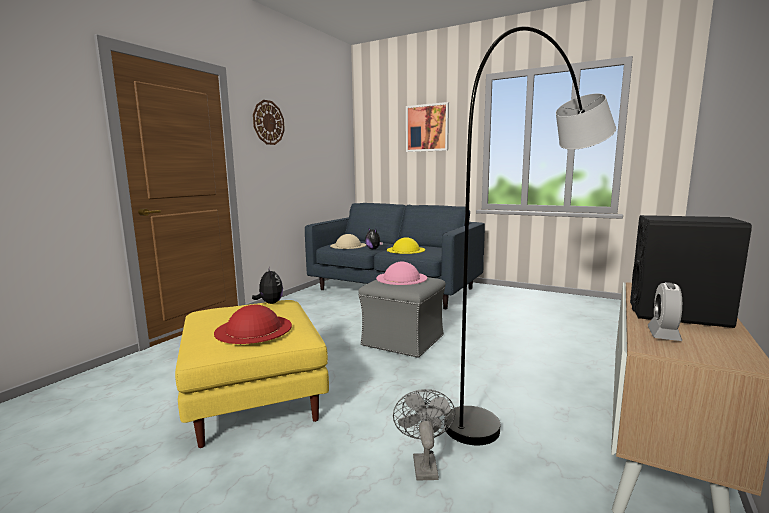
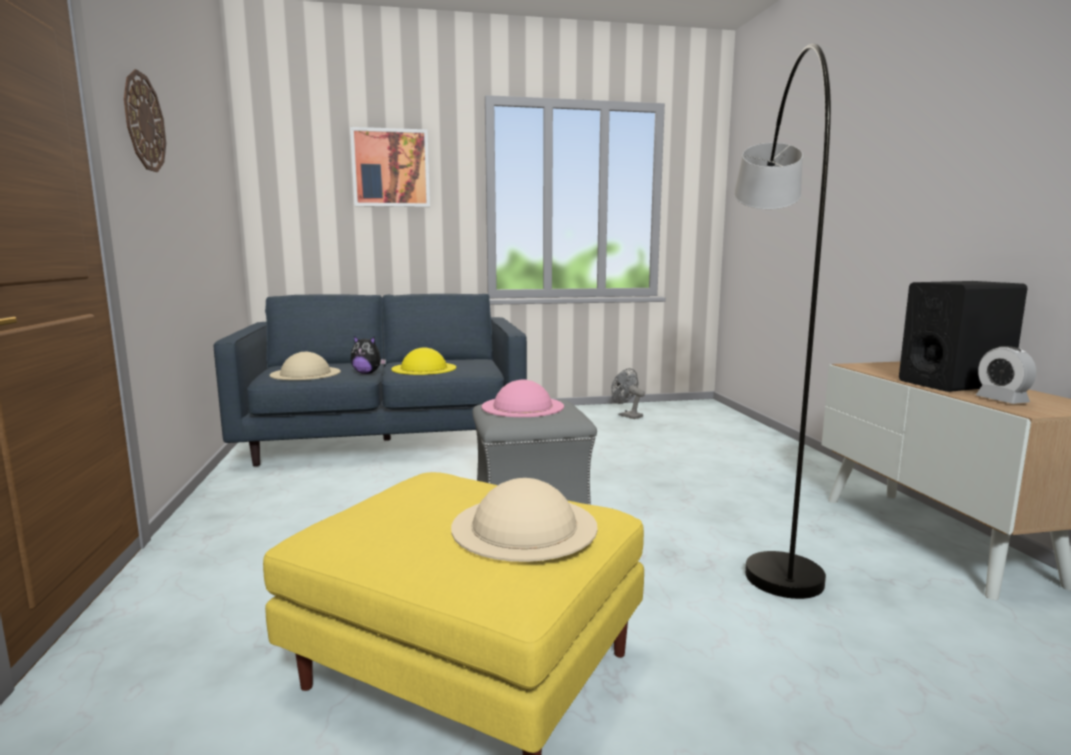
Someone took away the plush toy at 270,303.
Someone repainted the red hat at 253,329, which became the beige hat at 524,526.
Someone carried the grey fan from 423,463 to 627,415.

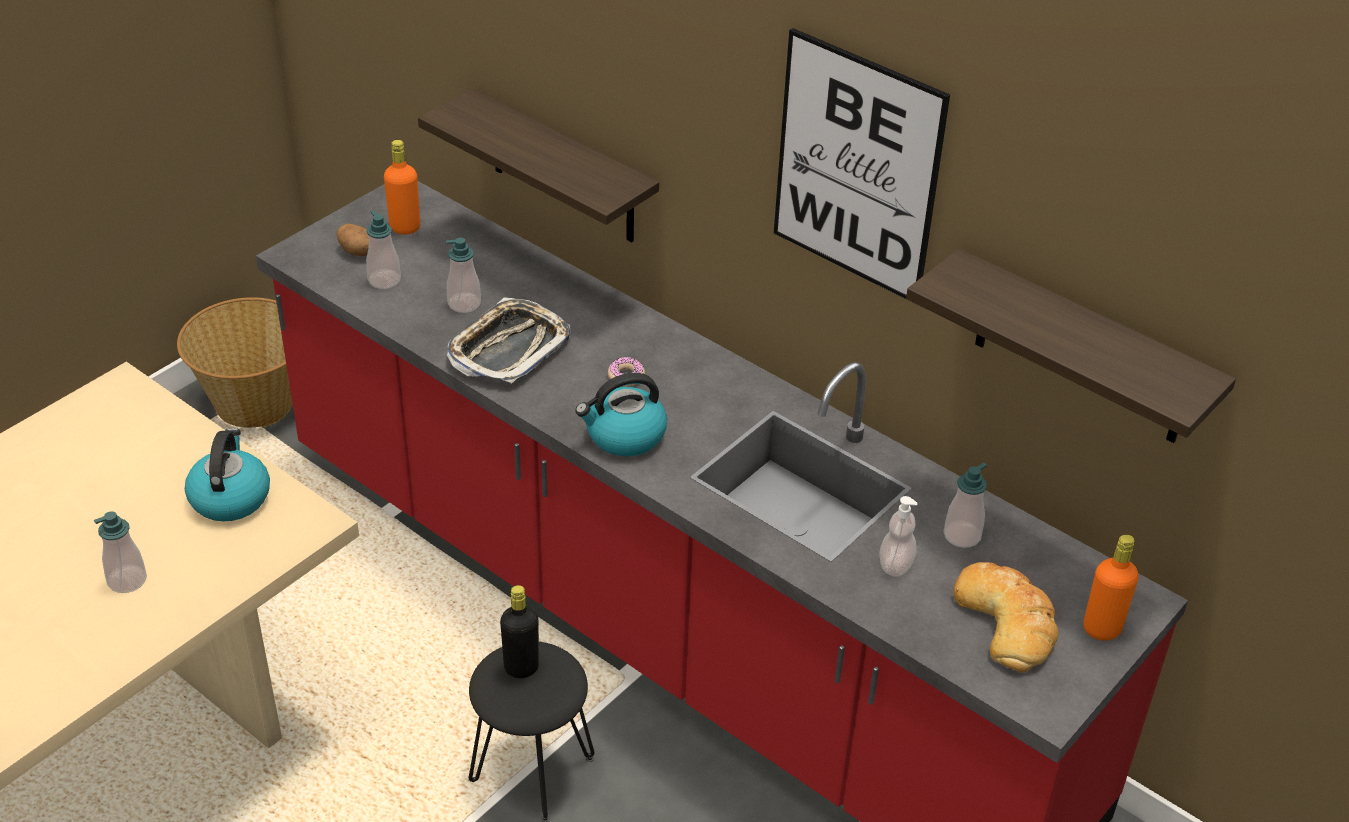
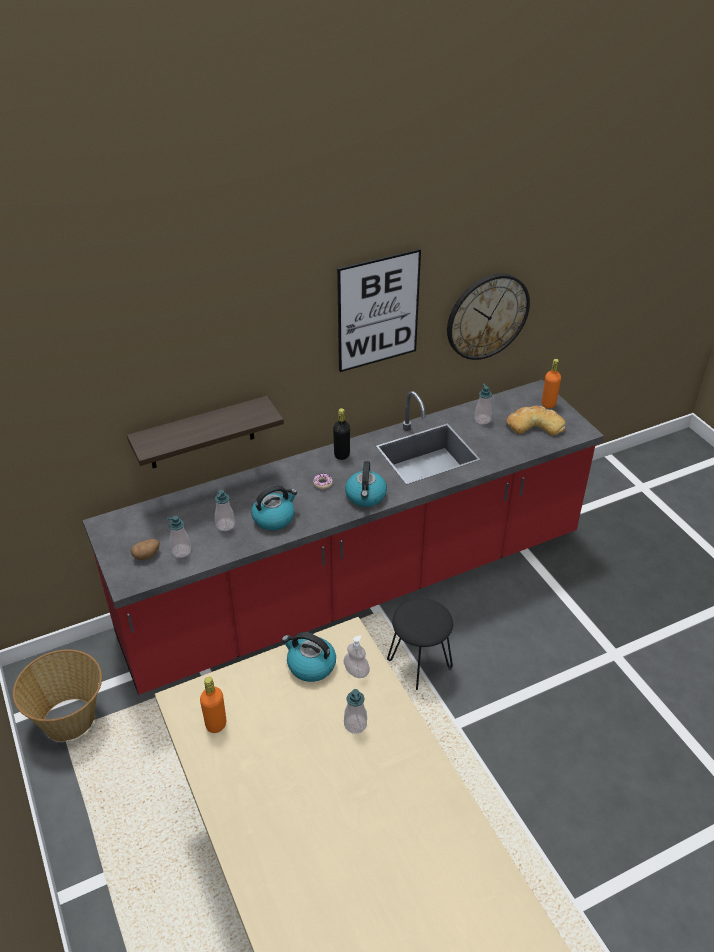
Someone carried the orange bottle from 405,227 to 216,724.
Someone swapped the shelf at 1082,350 for the wall clock at 487,316.
Someone swapped the tray at 508,348 for the kettle at 274,518.
Someone carried the soap dispenser from 895,565 to 356,671.
Someone carried the black bottle from 521,667 to 342,455.

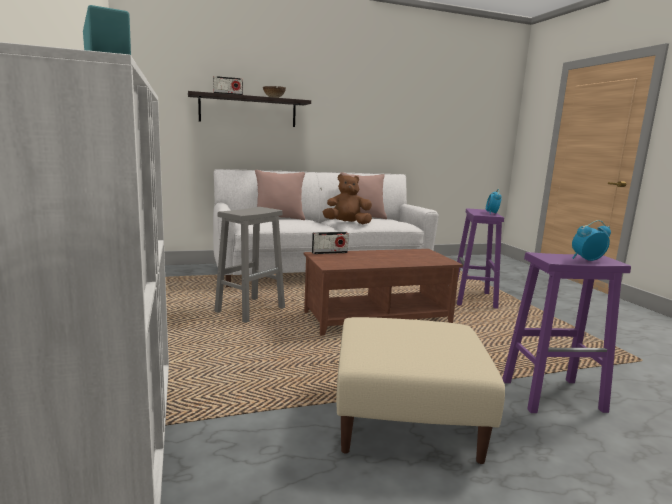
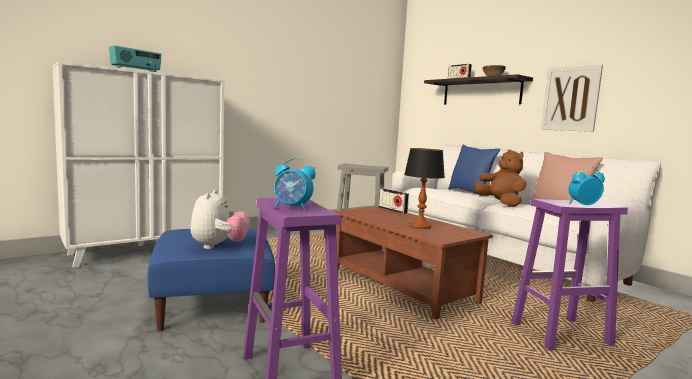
Someone repainted the pink pillow at 279,218, which became the blue pillow at 470,192.
Someone rotated the alarm clock at 586,260 by 135 degrees clockwise.
Someone repainted the beige ottoman at 405,420, which became the blue ottoman at 212,304.
Someone put up the picture at 570,99.
Someone put down the table lamp at 420,226.
Someone put down the plush toy at 218,246.

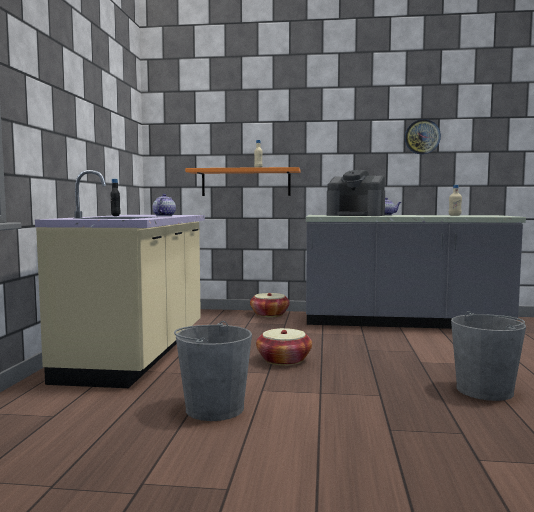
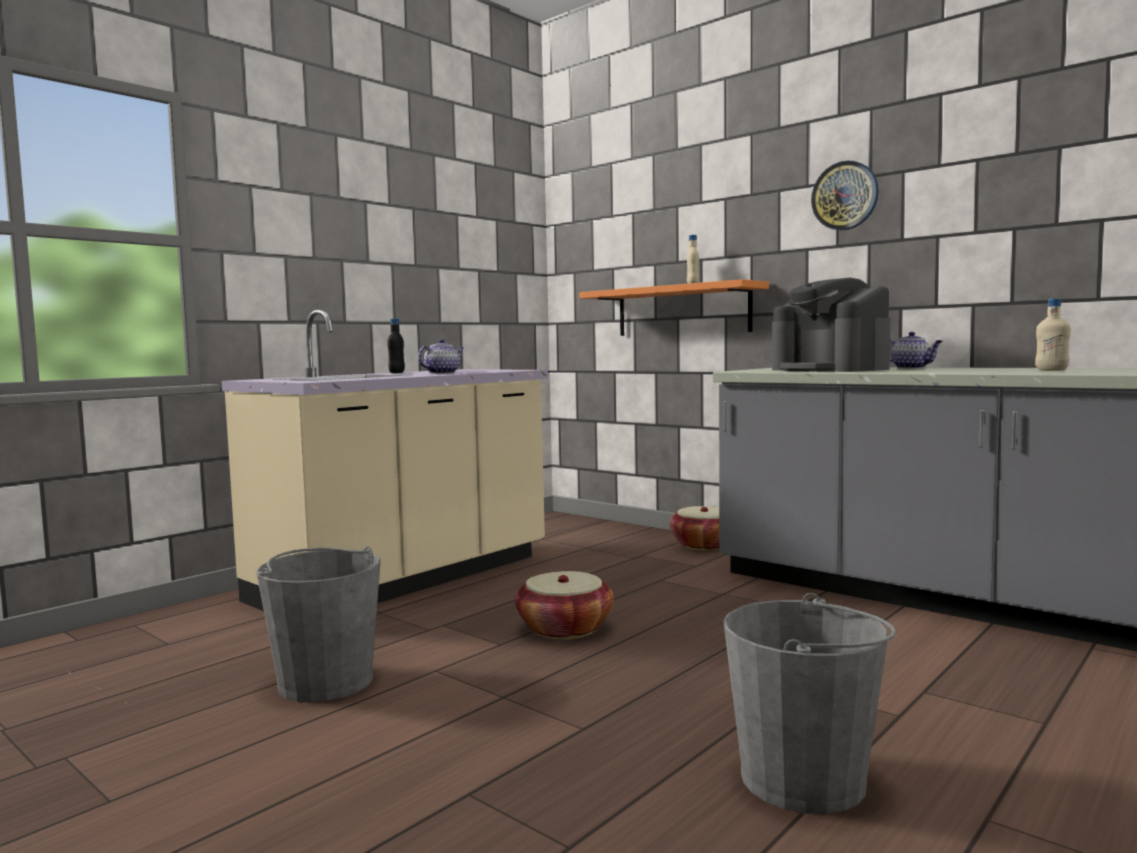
Someone carried the wall clock from 422,137 to 845,196.

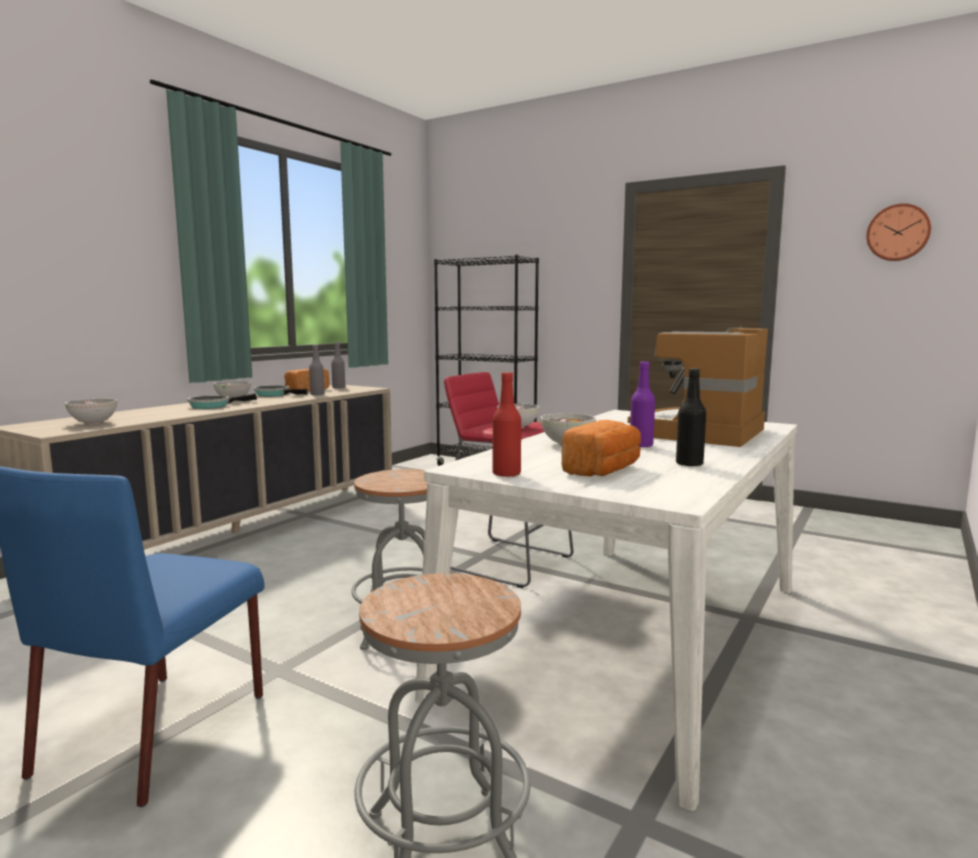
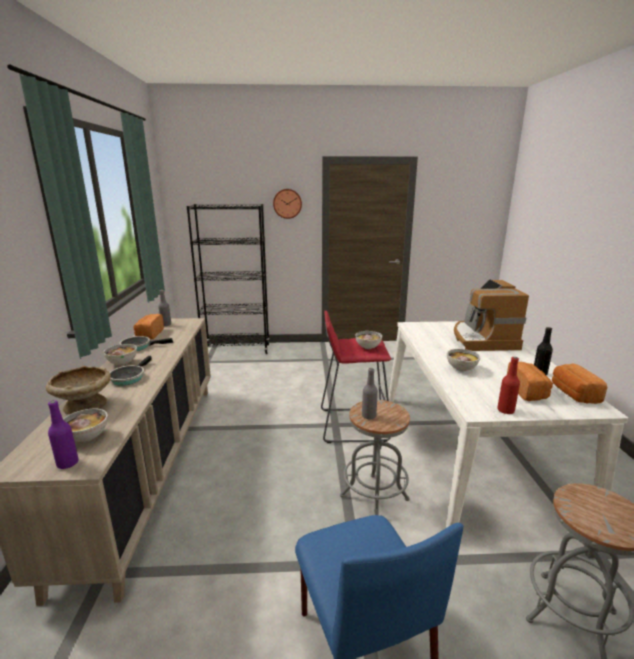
Someone carried the wall clock from 898,232 to 287,203.
Someone carried the grey bottle from 317,394 to 369,416.
Someone carried the purple bottle from 641,445 to 67,463.
Someone put down the bread at 573,394.
Someone put down the beige bowl at 84,406.

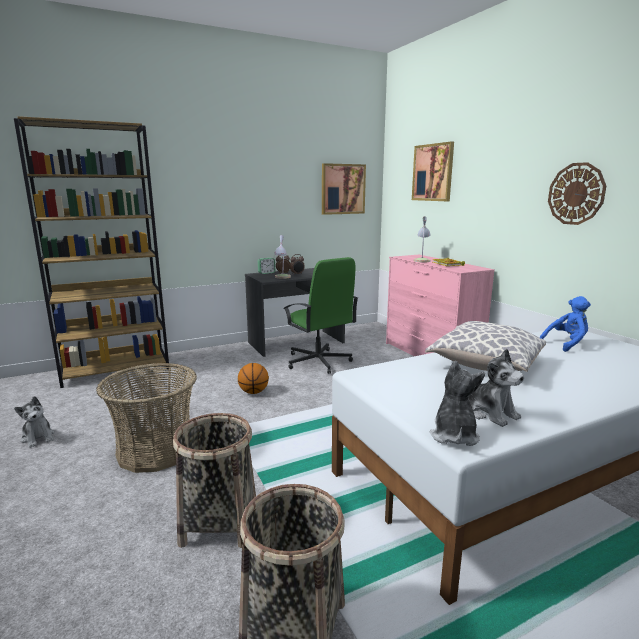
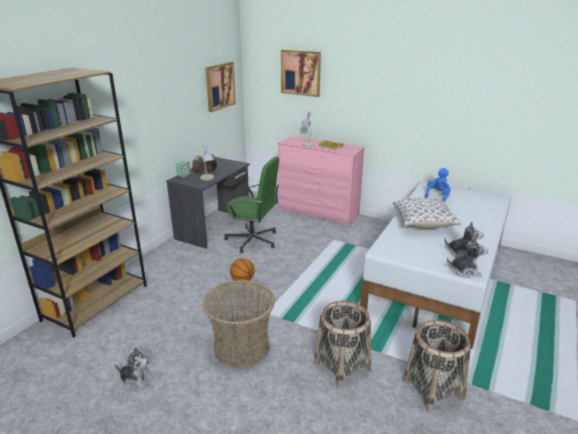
Someone took away the wall clock at 576,194.
Someone rotated the plush toy at 453,435 by 120 degrees clockwise.

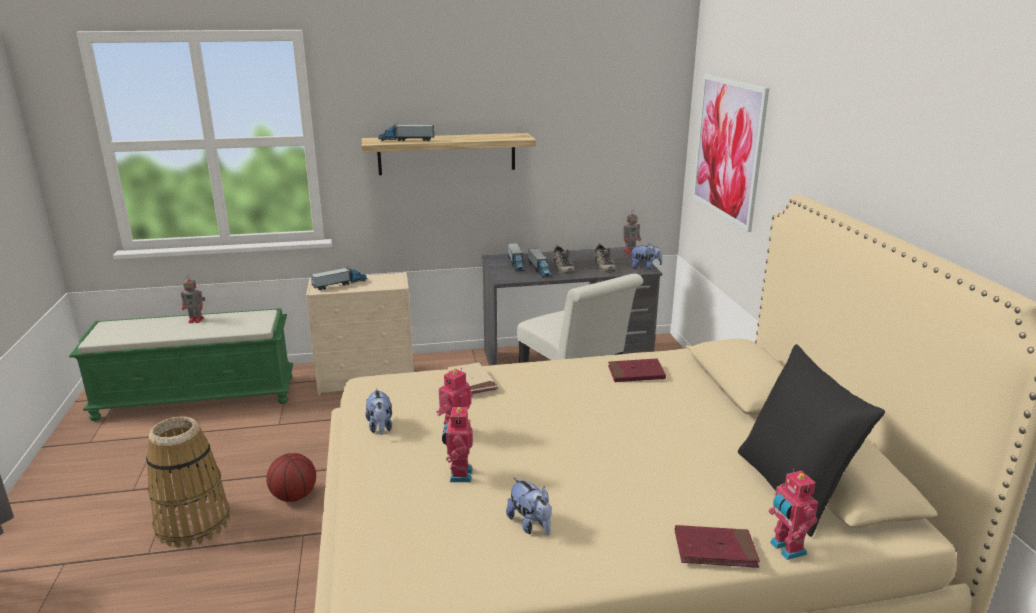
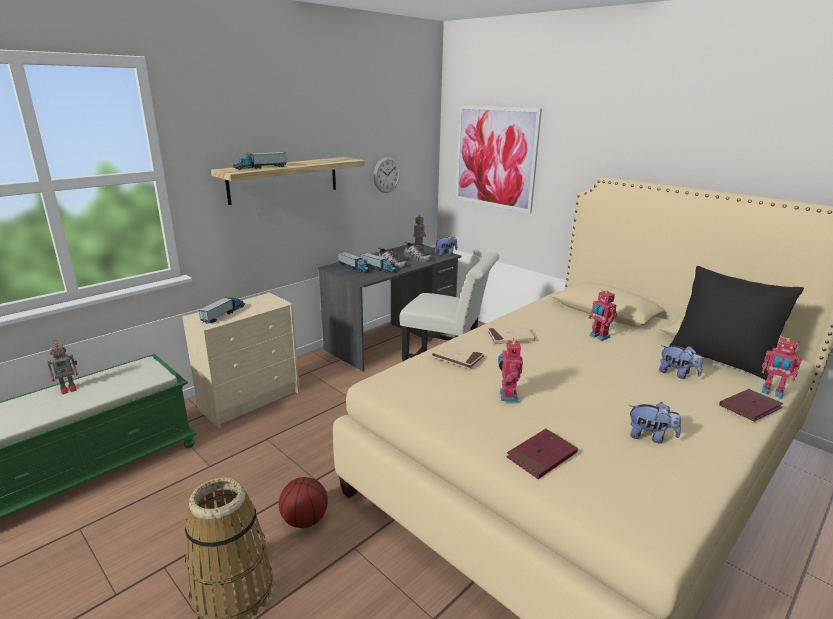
Someone carried the red book from 636,373 to 541,456.
Someone carried the plush toy from 380,427 to 677,374.
Someone carried the toy robot from 459,475 to 598,337.
Someone put up the wall clock at 386,174.
Someone put down the beige book at 510,337.

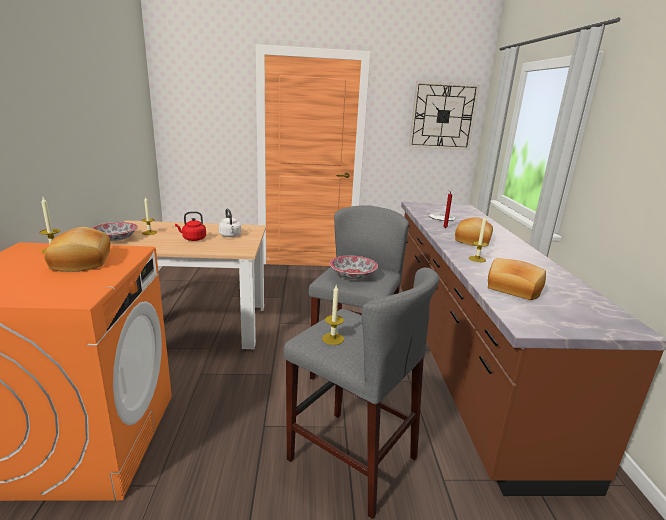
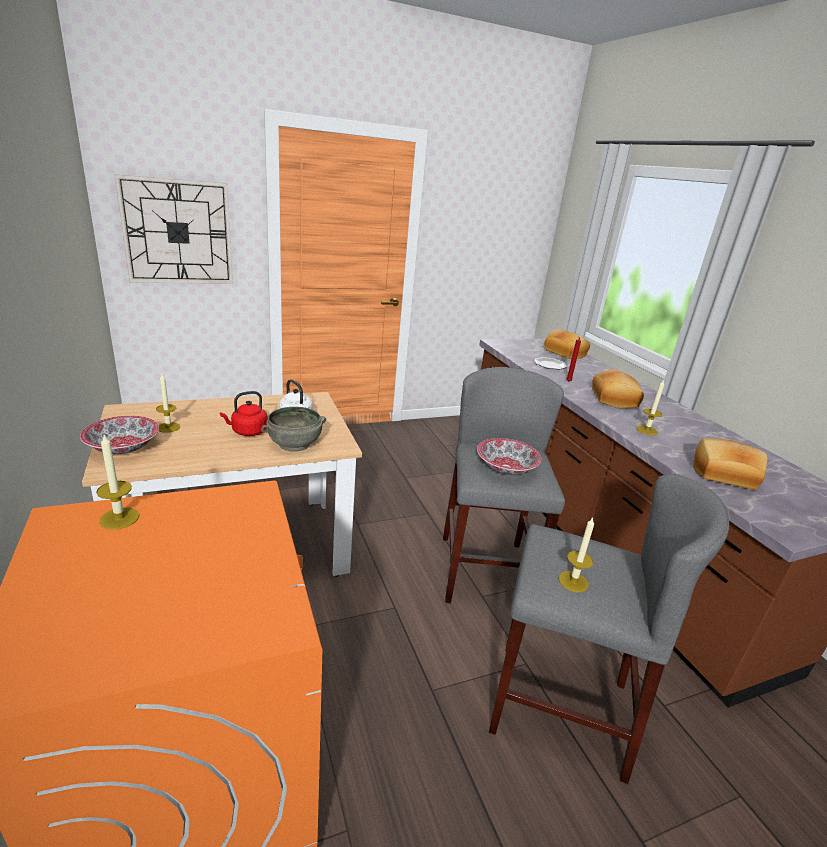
Someone carried the wall clock from 442,116 to 178,232.
Someone carried the bread from 83,261 to 565,353.
Someone put down the grey bowl at 294,444.

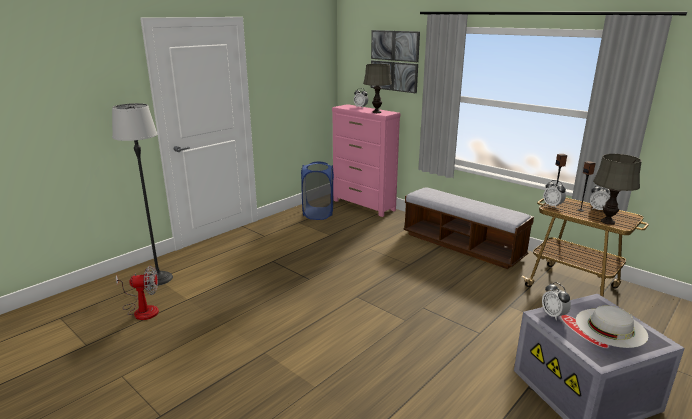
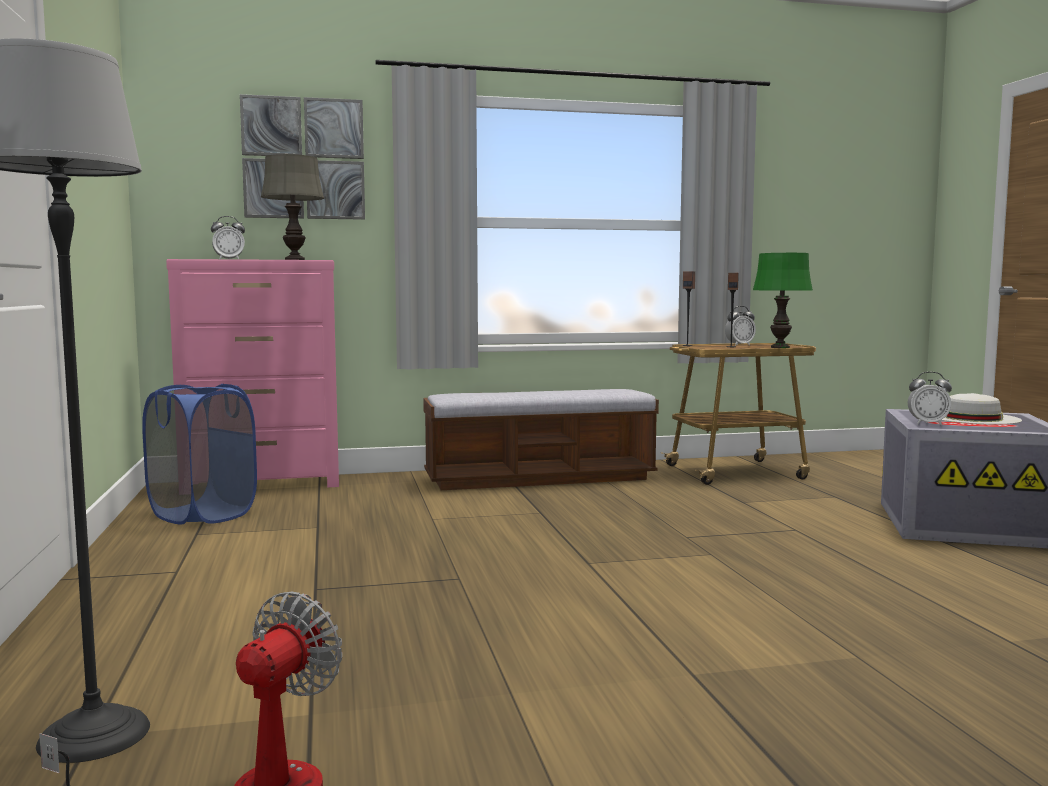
Someone repainted the grey table lamp at 607,222, which became the green table lamp at 780,347.
Someone took away the alarm clock at 552,205.

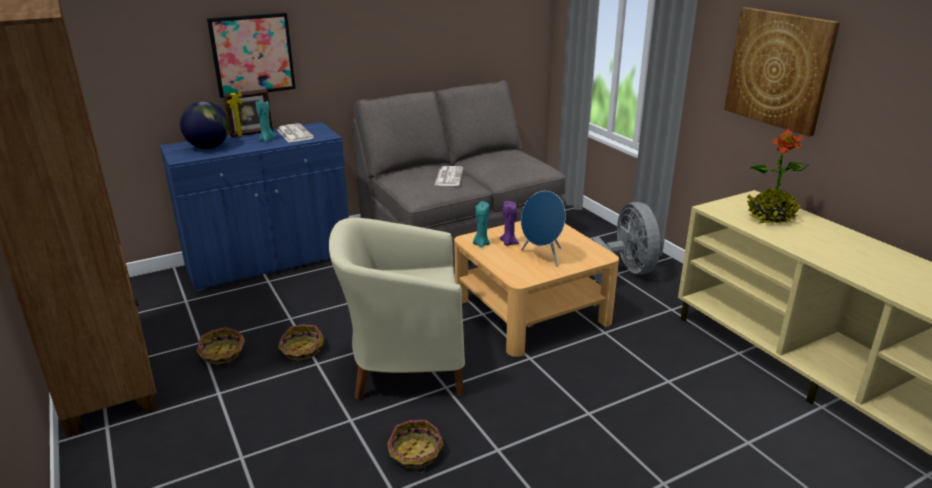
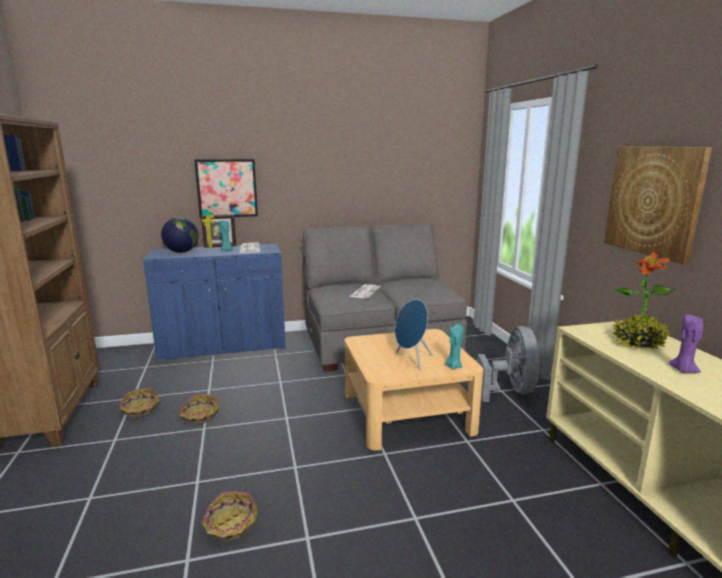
Someone carried the turquoise candle from 481,244 to 453,366.
Someone carried the purple candle from 508,243 to 683,370.
Someone took away the beige armchair at 404,365.

